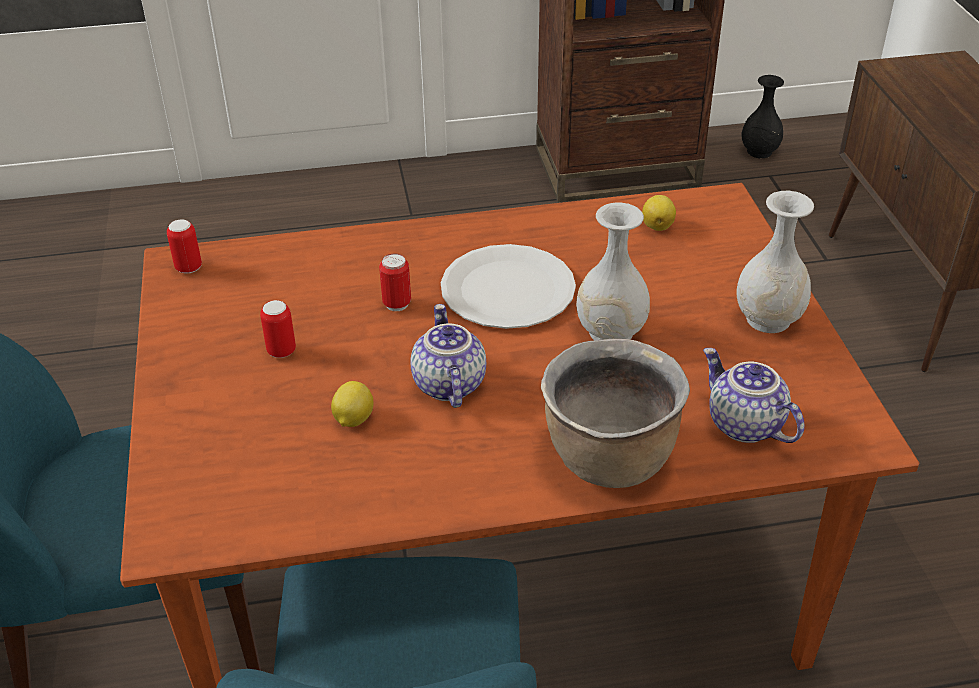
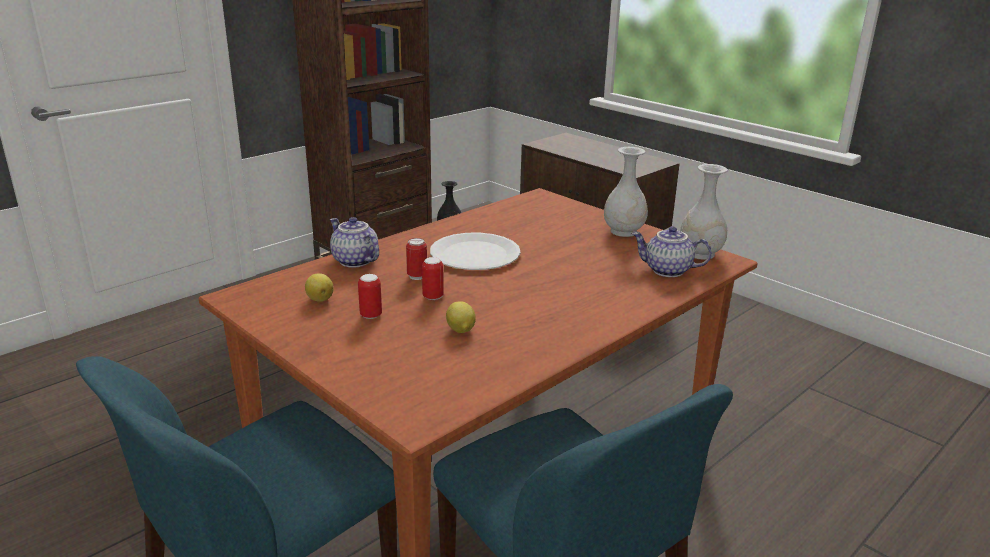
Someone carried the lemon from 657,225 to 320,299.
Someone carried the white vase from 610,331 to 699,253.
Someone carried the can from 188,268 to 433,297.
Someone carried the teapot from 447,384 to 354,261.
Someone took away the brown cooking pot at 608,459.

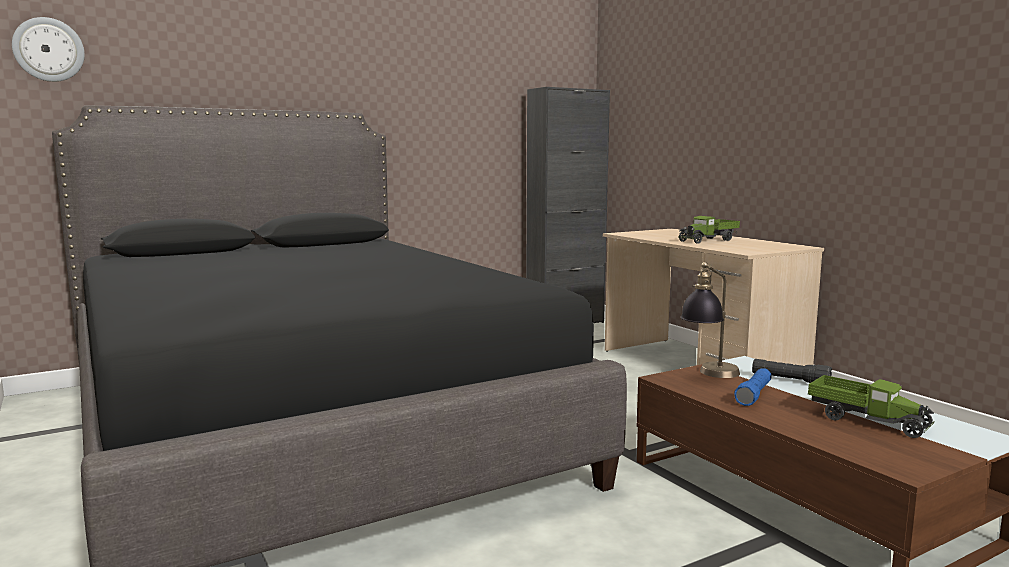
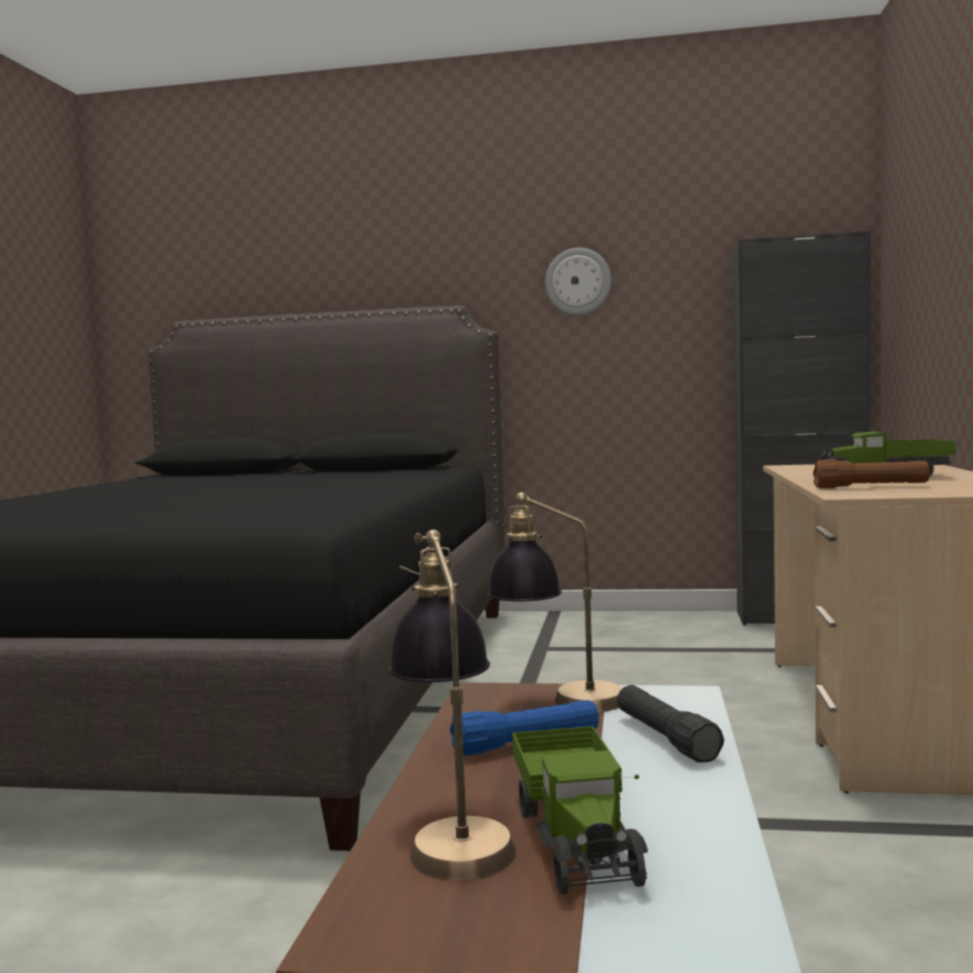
Someone carried the wall clock from 49,49 to 578,281.
Someone put down the brown flashlight at 870,487.
Someone put down the table lamp at 453,831.

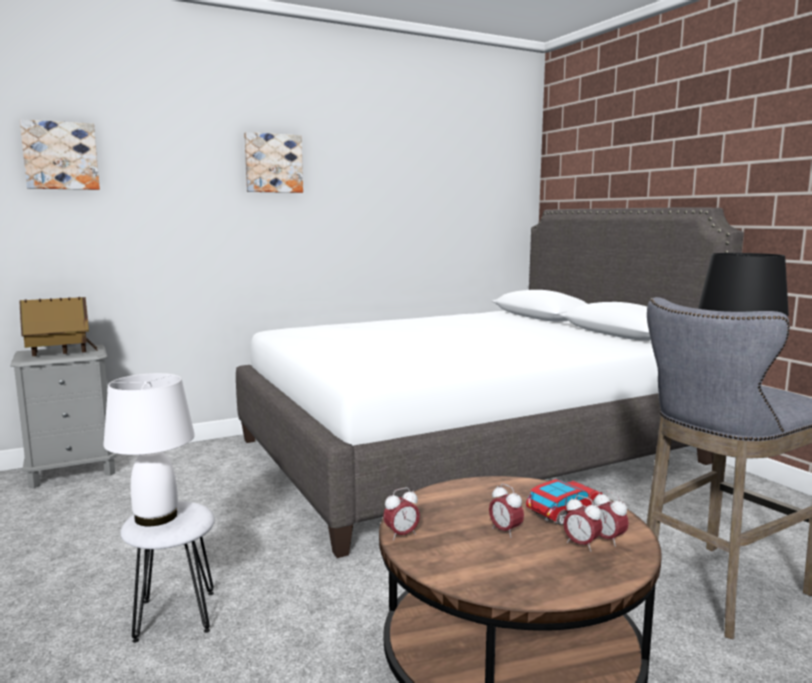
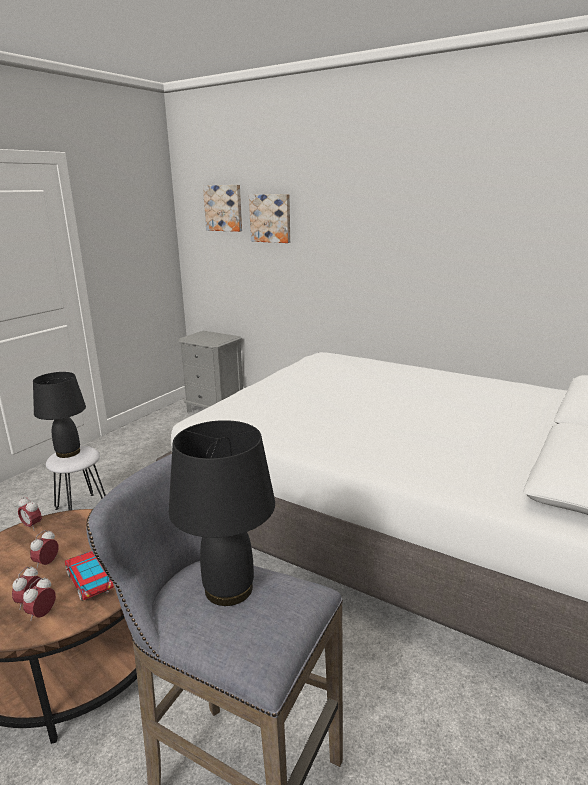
Someone carried the picture from 273,163 to 271,218.
Someone took away the toy house at 59,353.
Someone repainted the white table lamp at 156,516, which became the black table lamp at 69,452.
Someone rotated the toy car at 565,512 by 150 degrees counterclockwise.

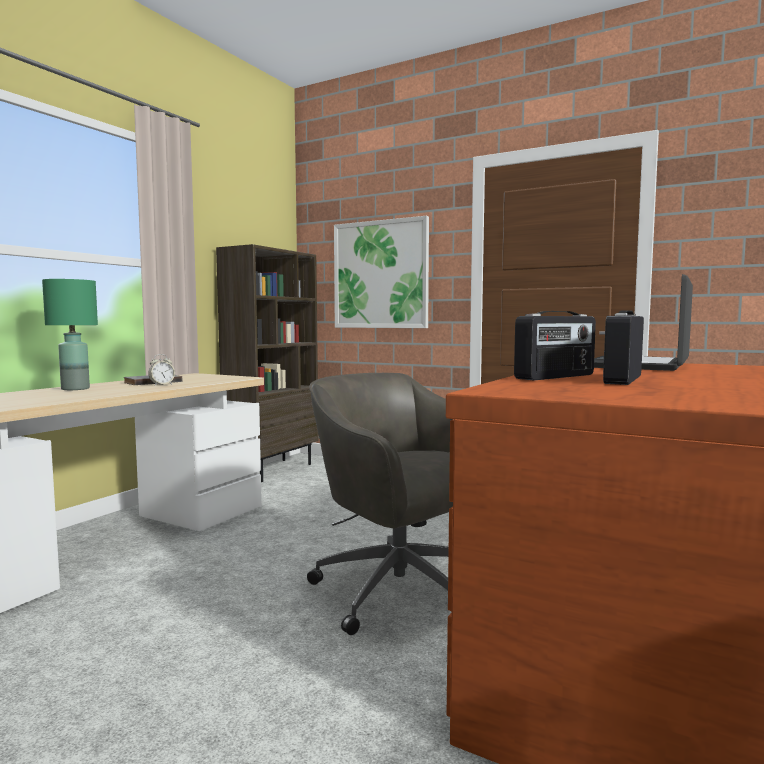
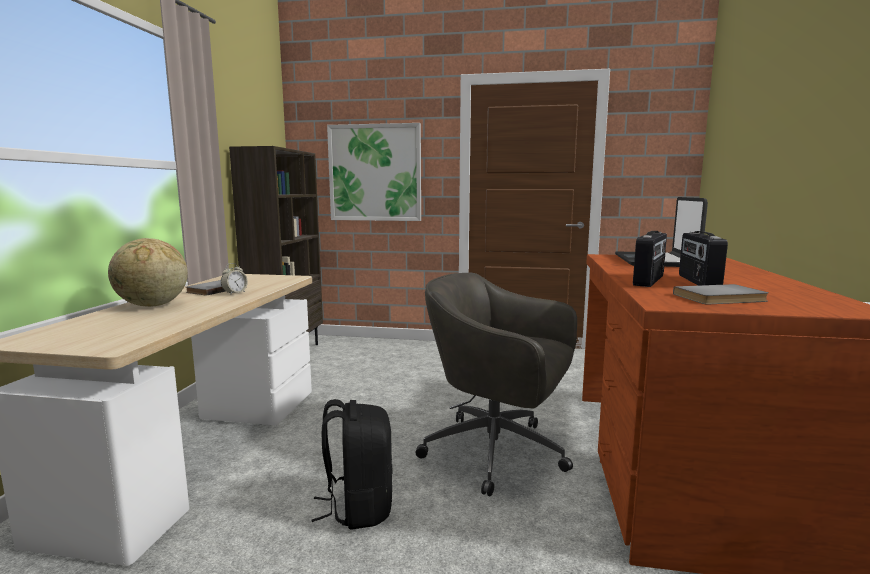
Someone swapped the green table lamp at 74,389 for the globe at 152,306.
Someone put down the grey book at 721,298.
Someone put down the black backpack at 358,507.

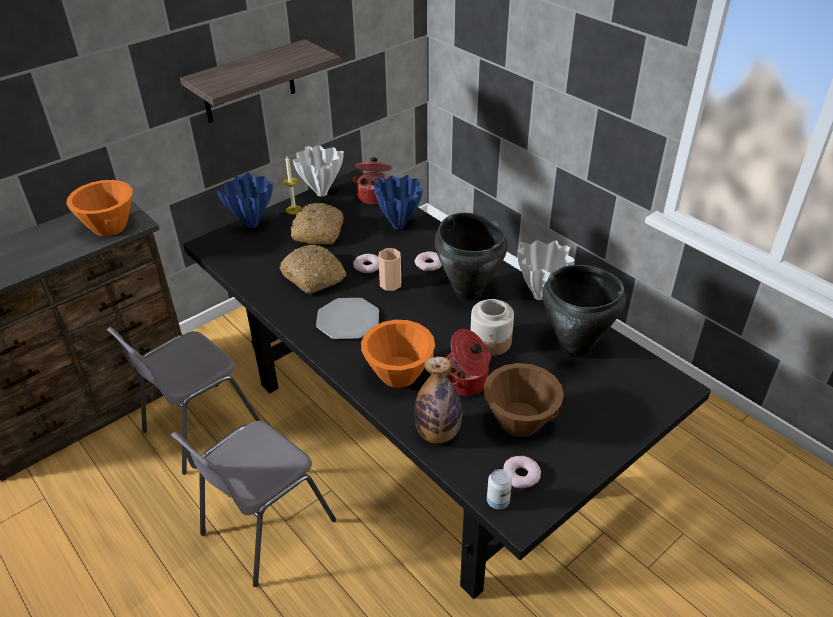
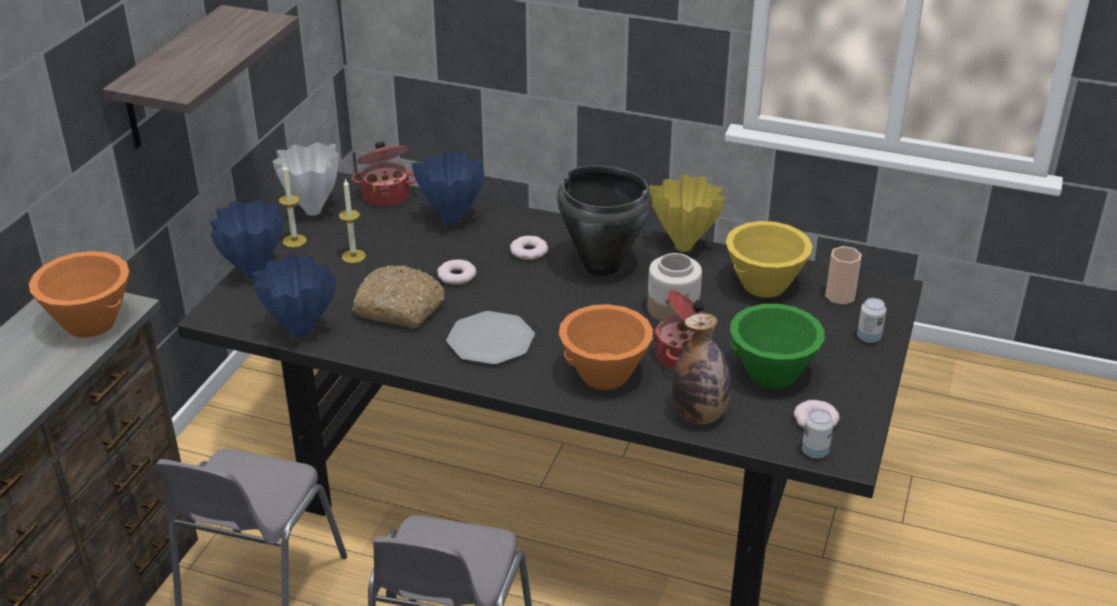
Someone swapped the bread at 318,231 for the candle at 353,256.
Someone repainted the white vase at 540,296, which became the yellow vase at 685,247.
Someone carried the cup from 390,284 to 840,296.
Someone swapped the black cooking pot at 575,347 for the yellow bowl at 765,286.
Someone repainted the brown bowl at 519,421, which became the green bowl at 771,374.
Someone put down the blue vase at 299,333.
Someone put down the can at 868,337.

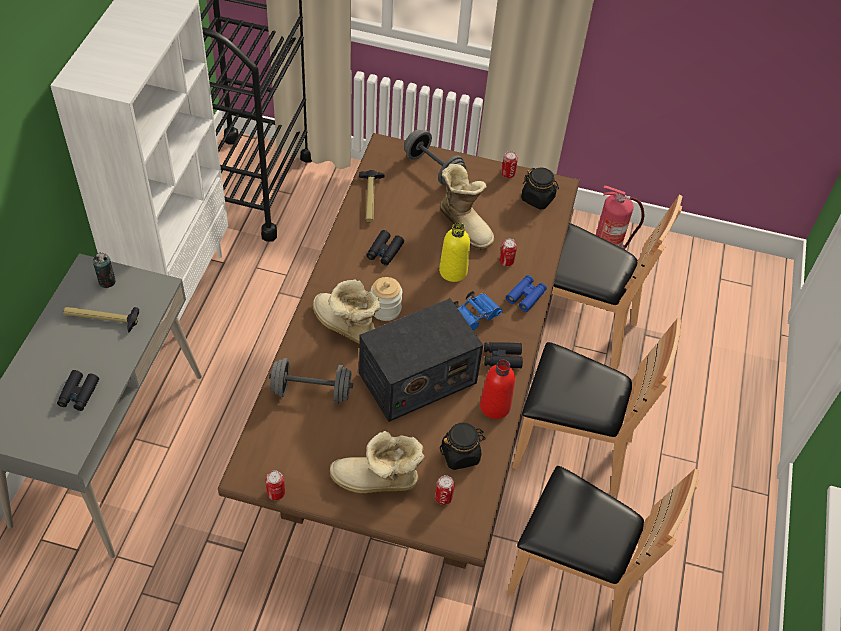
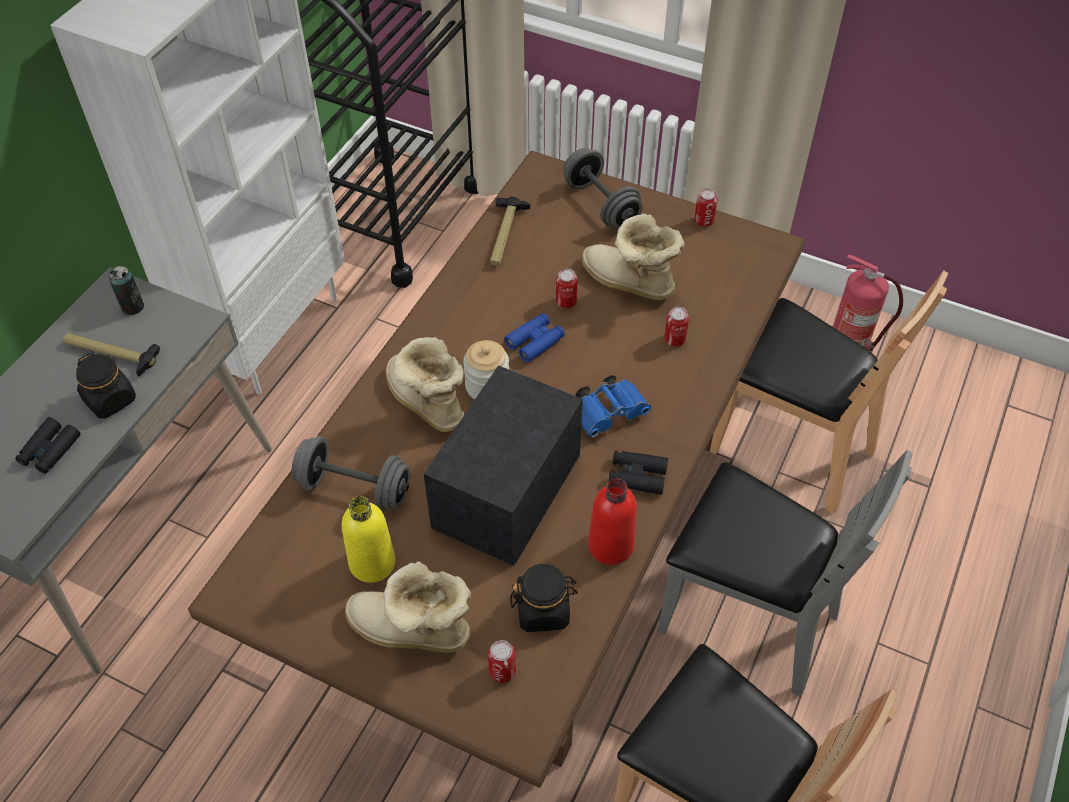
Someone rotated the boot at 466,224 by 150 degrees clockwise.
Someone carried the black jar from 538,199 to 110,400.
Someone carried the yellow bottle from 453,271 to 372,563.
Someone took away the black binoculars at 384,251.
Someone carried the blue binoculars from 526,296 to 535,342.
Someone rotated the radio at 417,378 by 135 degrees clockwise.
Someone repainted the brown chair at 571,449, which became the grey chair at 747,618.
Someone carried the can from 276,493 to 566,301.

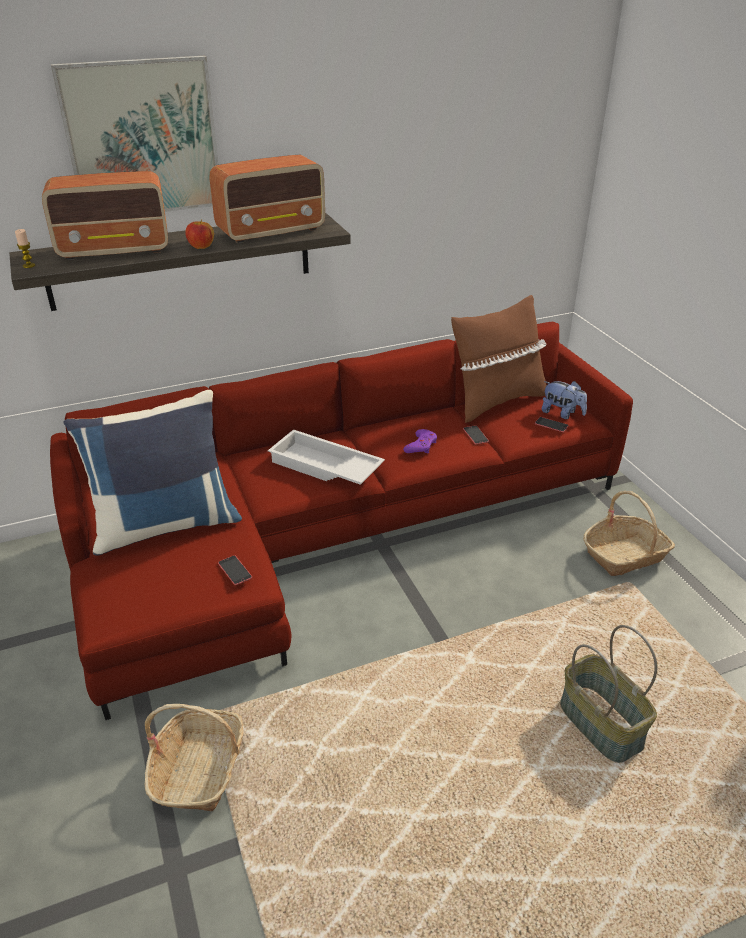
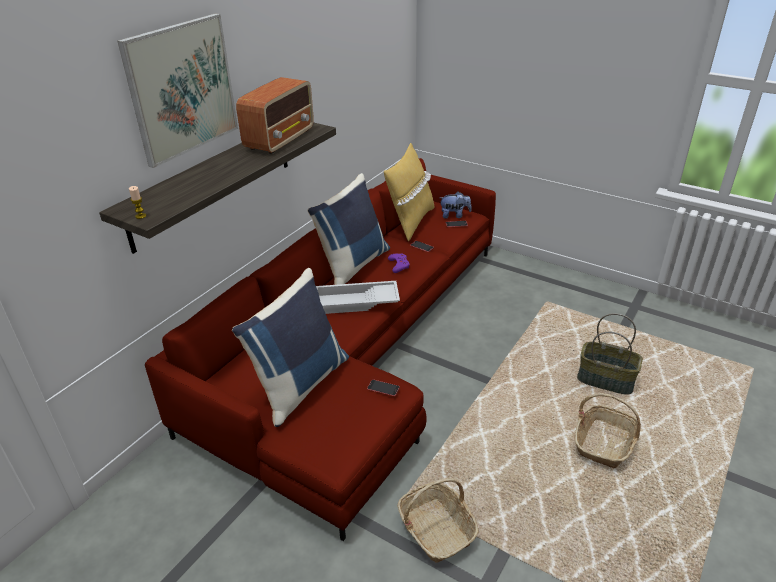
Someone took away the radio at 116,250.
Someone took away the apple at 201,247.
Someone repainted the brown pillow at 496,401, which became the yellow pillow at 410,222.
Someone carried the basket from 625,555 to 604,443.
Someone put down the blue pillow at 353,265.

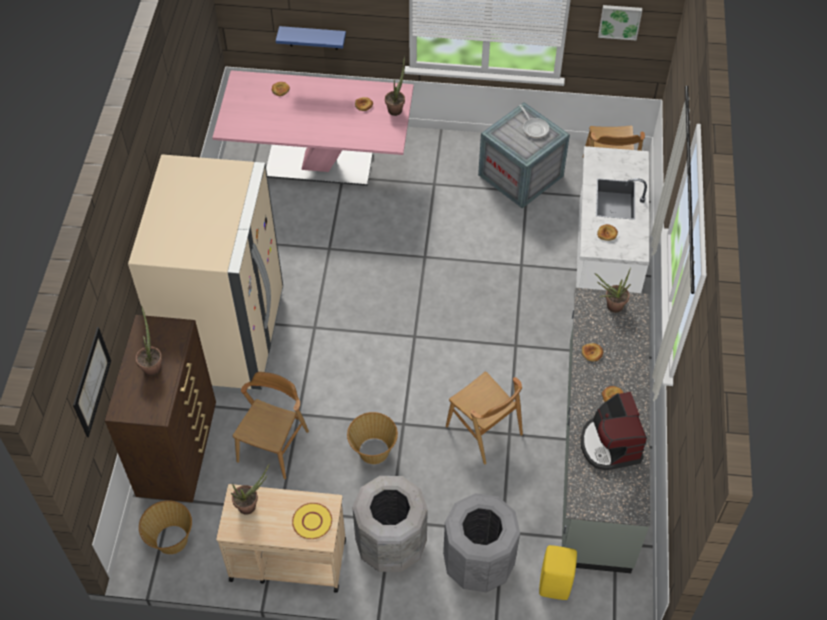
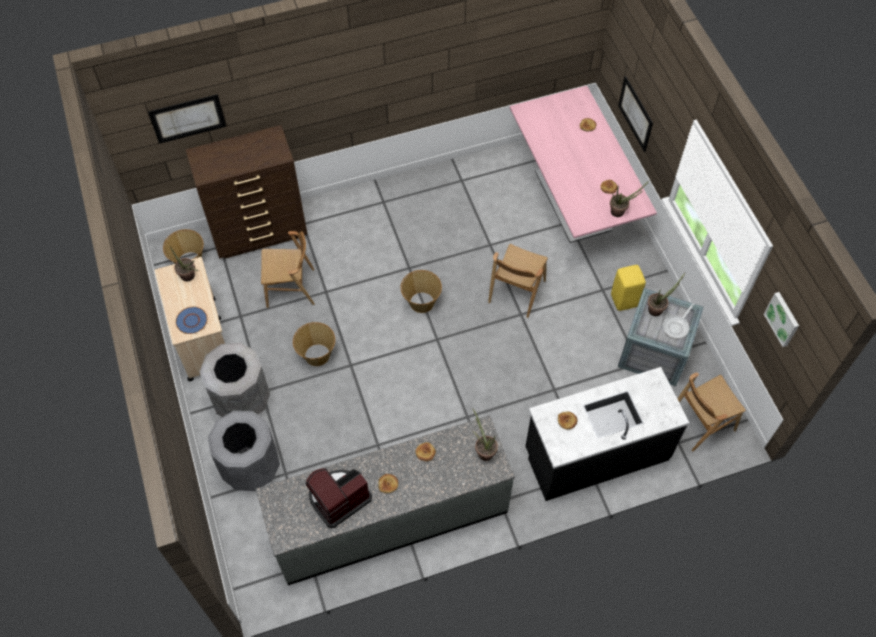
Someone swapped the blue shelf at 313,38 for the picture at 635,114.
Someone repainted the white counter at 603,262, which became the black counter at 596,454.
Someone took away the beige fridge at 227,338.
Someone carried the potted plant from 152,365 to 657,309.
Someone carried the brown chair from 484,430 to 516,292.
Someone repainted the yellow plate at 312,521, which became the blue plate at 191,321.
Someone carried the yellow stool from 555,586 to 623,301.
Someone put down the basket at 421,302.

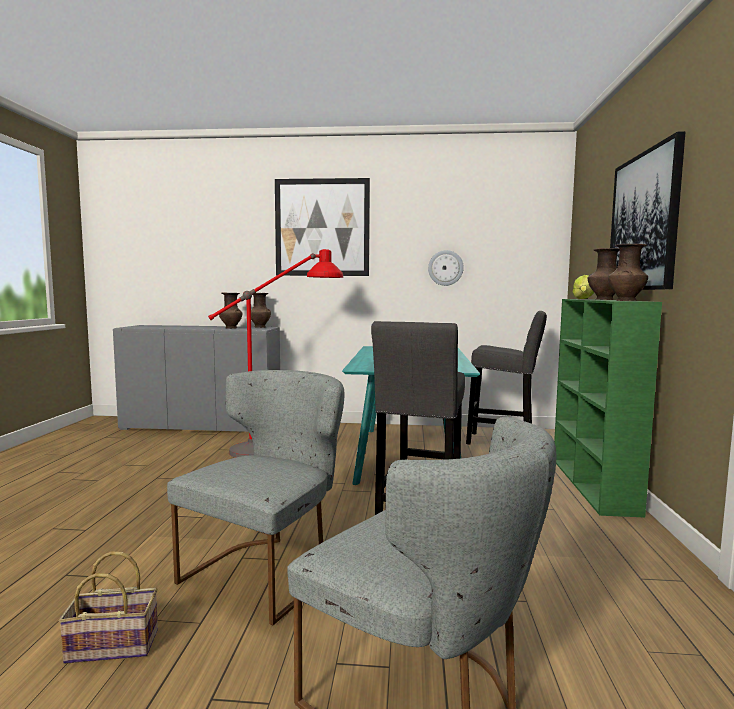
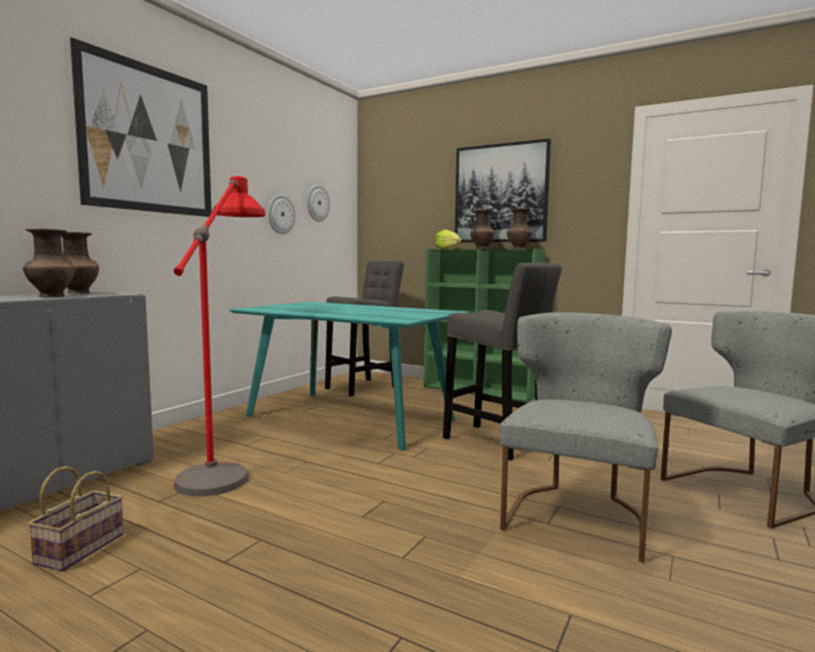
Someone rotated the grey chair at 269,569 by 60 degrees clockwise.
Someone carried the basket from 115,644 to 81,547.
Someone put up the wall clock at 317,203.

